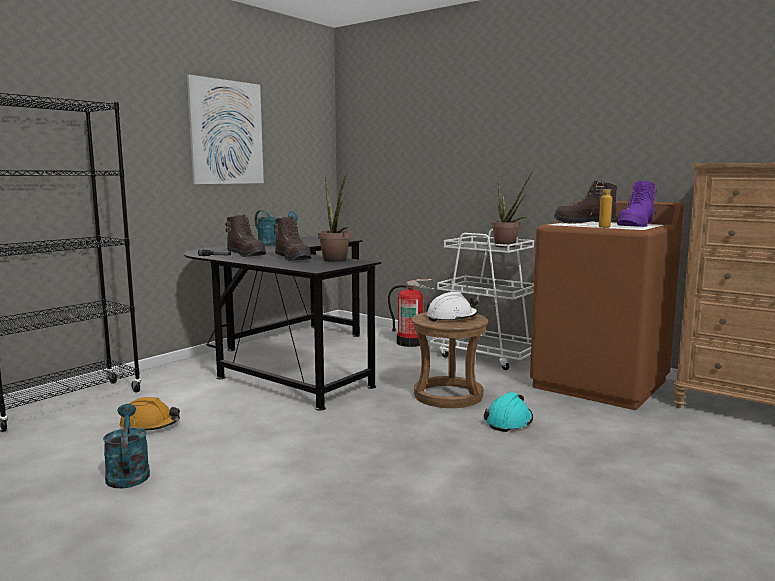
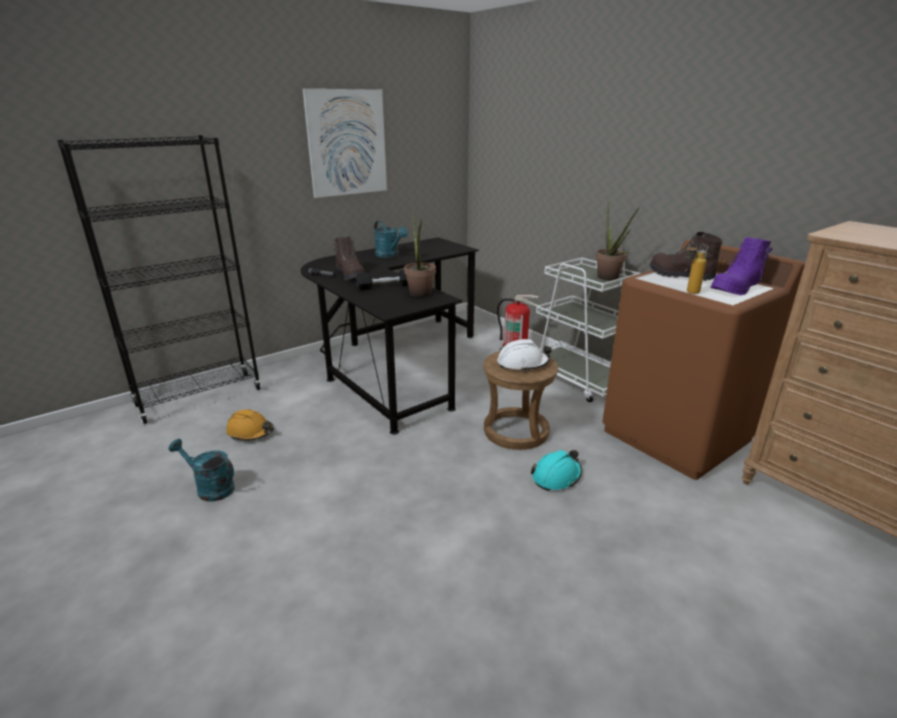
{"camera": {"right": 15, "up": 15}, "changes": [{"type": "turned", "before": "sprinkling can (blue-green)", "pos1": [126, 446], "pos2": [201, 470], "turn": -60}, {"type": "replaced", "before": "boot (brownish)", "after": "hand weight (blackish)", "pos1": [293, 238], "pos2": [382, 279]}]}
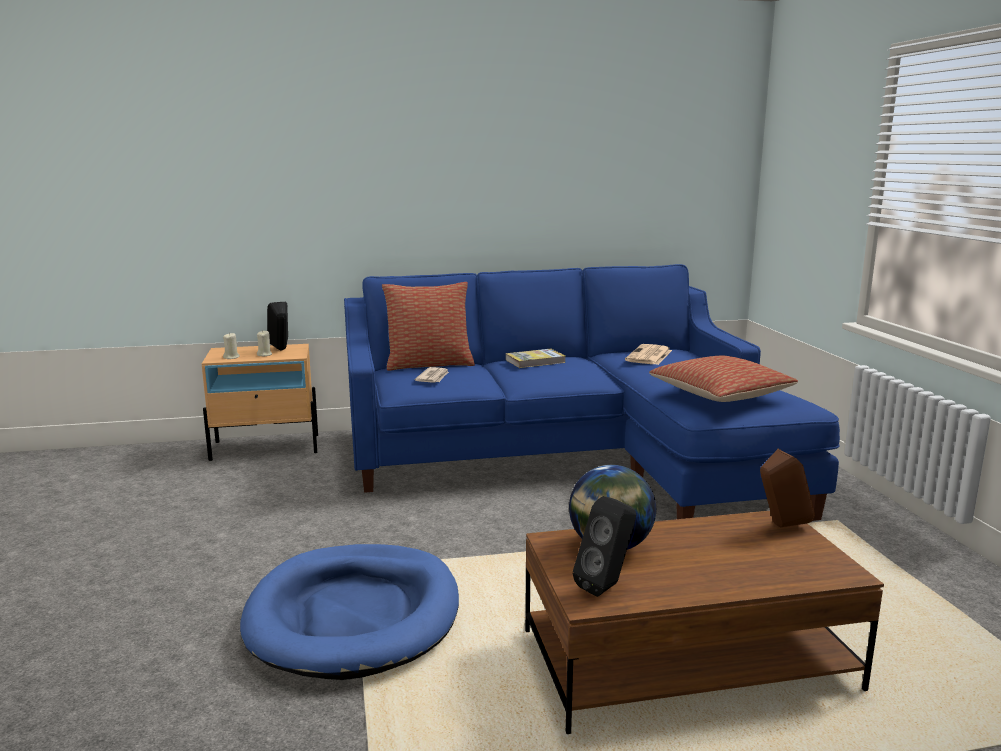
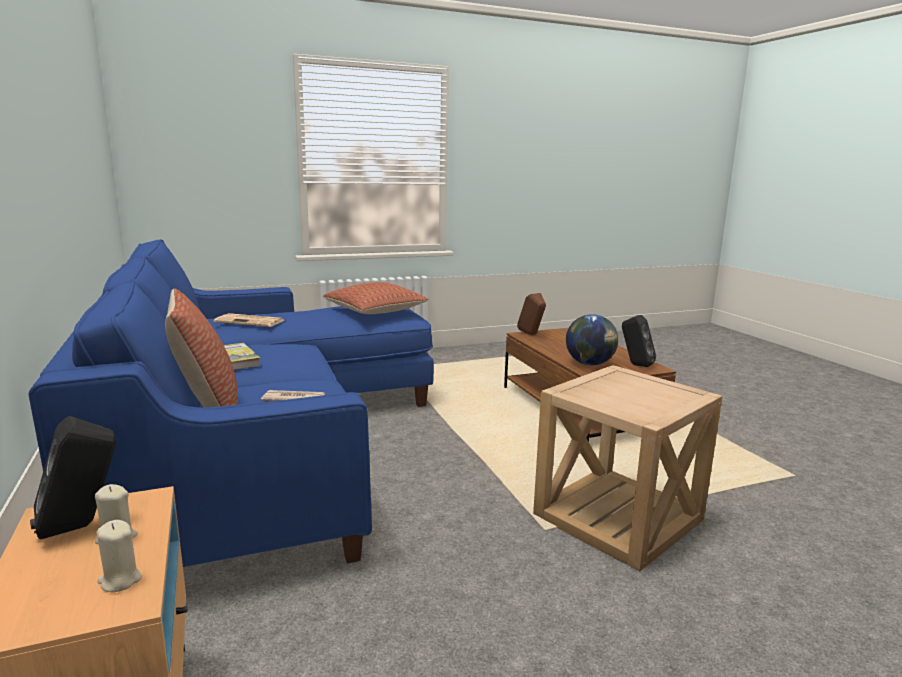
{"camera": {"right": -100, "up": 0}, "changes": [{"type": "replaced", "before": "dog cushion (bluish)", "after": "accent table (beige-coloured)", "pos1": [349, 612], "pos2": [627, 468]}]}
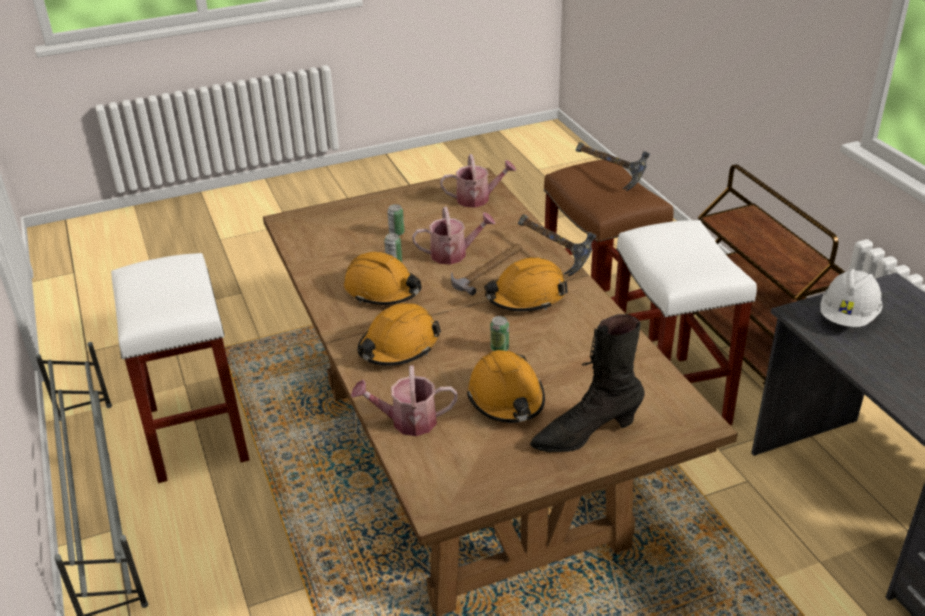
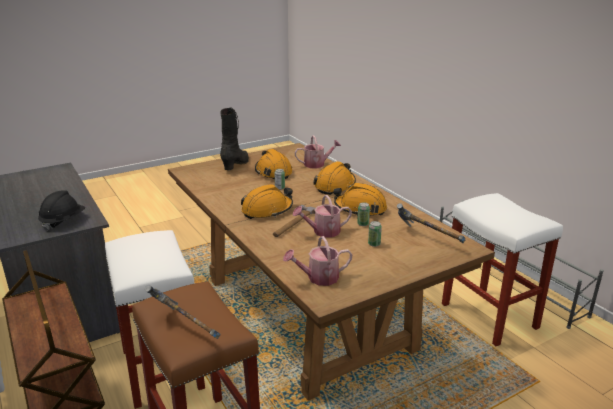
{"camera": {"right": 170, "up": -10}, "changes": [{"type": "moved", "before": "tool hammer", "pos1": [557, 245], "pos2": [431, 223]}, {"type": "turned", "before": "boot (blackish)", "pos1": [587, 383], "pos2": [234, 138], "turn": -45}, {"type": "recoloured", "before": "work helmet (white)", "after": "work helmet (blackish)", "pos1": [851, 298], "pos2": [61, 210]}]}
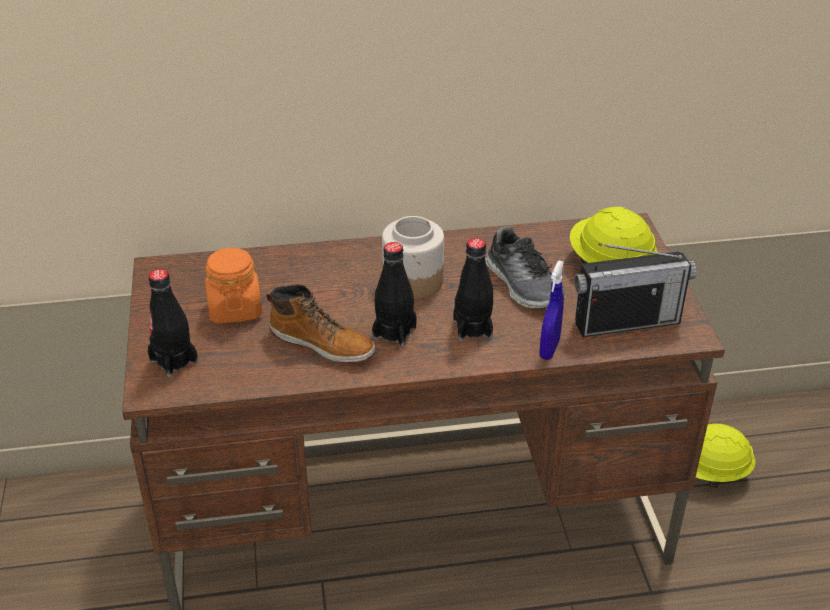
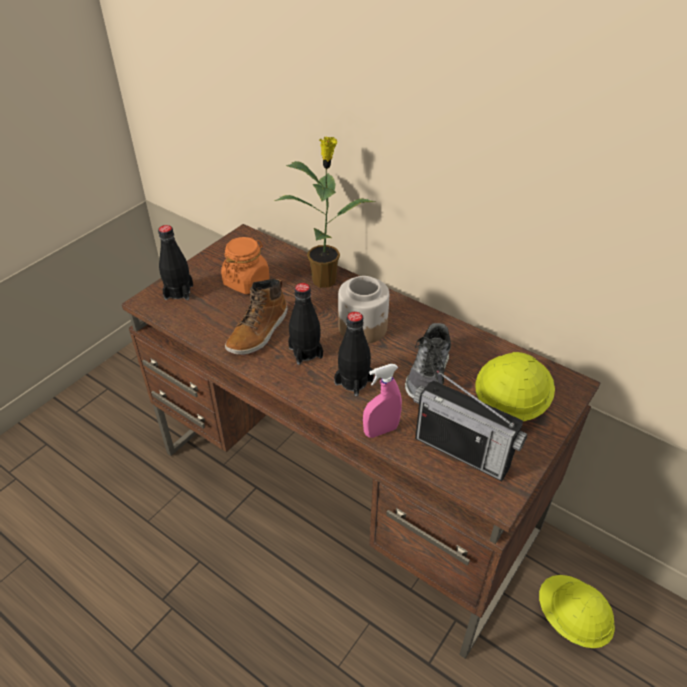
{"camera": {"right": 45, "up": 5}, "changes": [{"type": "turned", "before": "boot", "pos1": [320, 323], "pos2": [256, 317], "turn": 45}, {"type": "recoloured", "before": "hand sprayer (bluish)", "after": "hand sprayer (pinkish)", "pos1": [551, 310], "pos2": [382, 401]}, {"type": "added", "after": "potted plant", "pos2": [325, 212]}]}
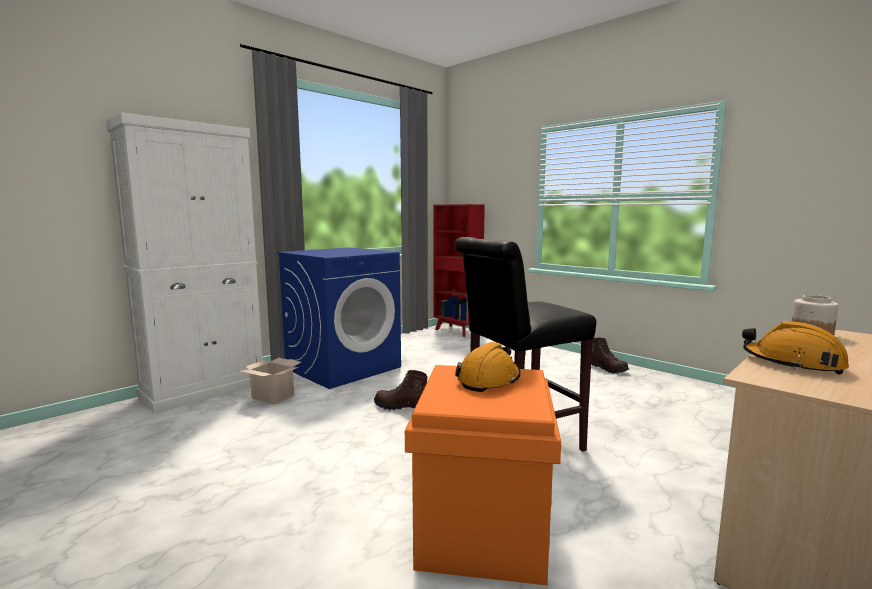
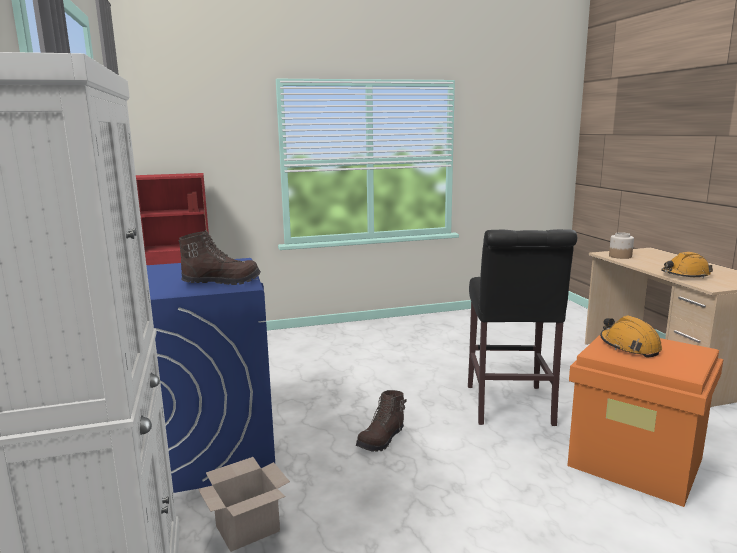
{"camera": {"right": -60, "up": 5}, "changes": [{"type": "moved", "before": "boot (brownish)", "pos1": [610, 356], "pos2": [219, 257]}]}
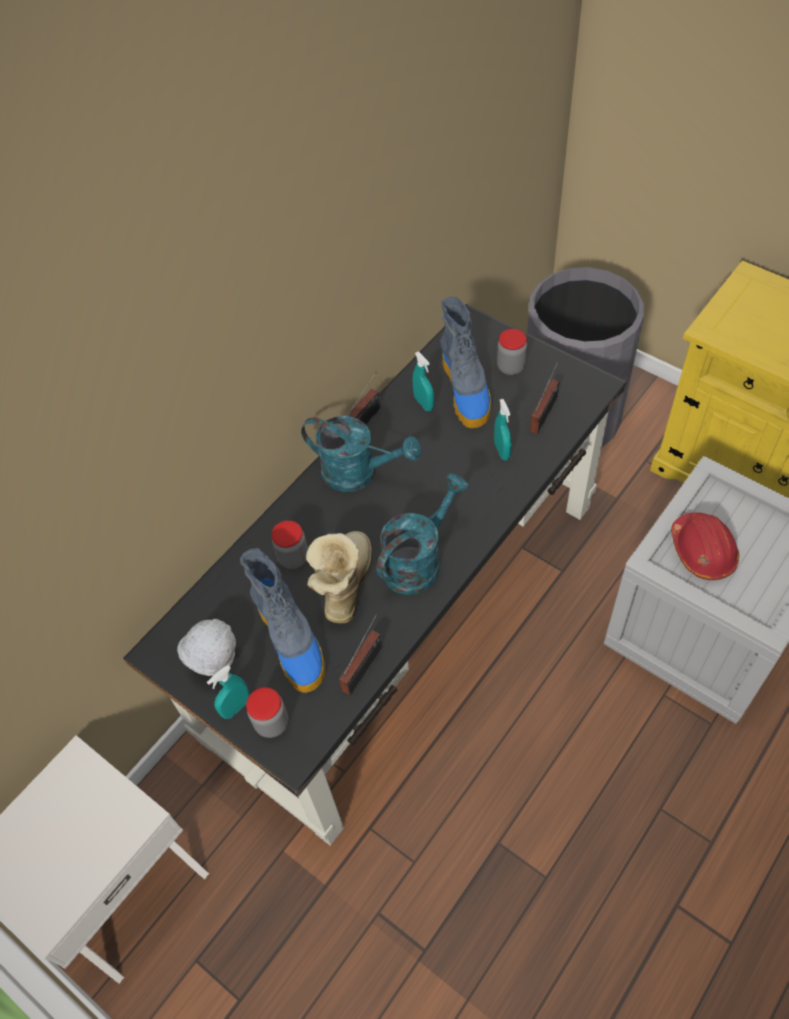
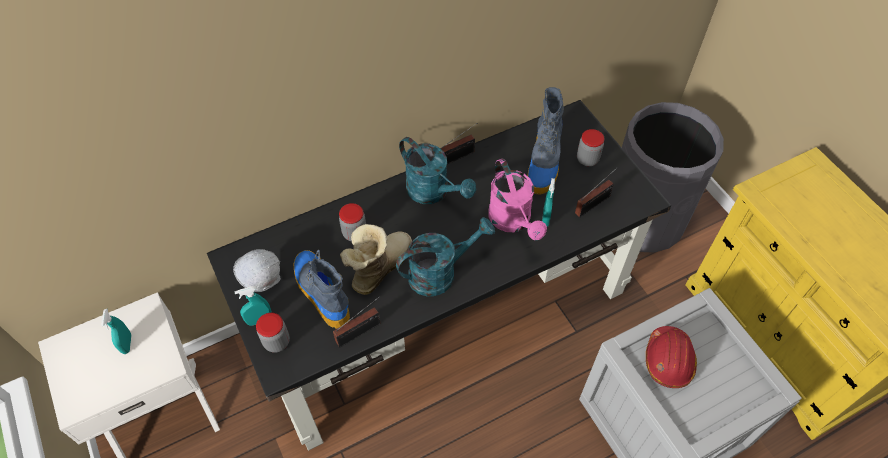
{"camera": {"right": 20, "up": 0}, "changes": [{"type": "turned", "before": "boot", "pos1": [282, 620], "pos2": [321, 289], "turn": 150}, {"type": "moved", "before": "hand sprayer (blue-green)", "pos1": [423, 381], "pos2": [116, 331]}, {"type": "added", "after": "sprinkling can (pinkish)", "pos2": [518, 199]}]}
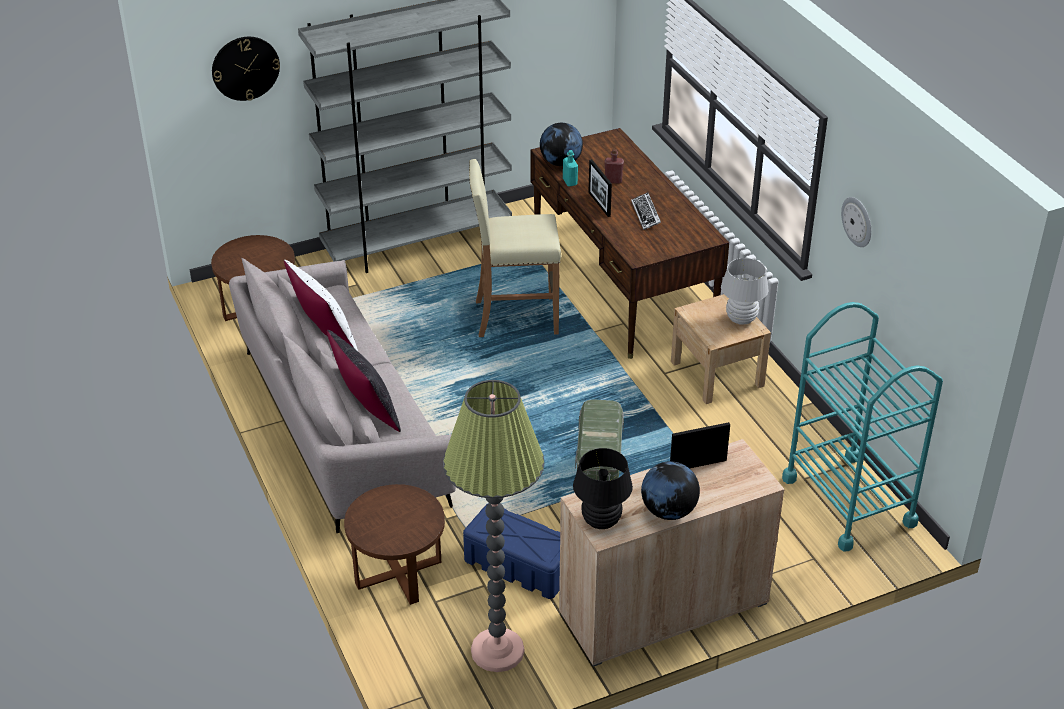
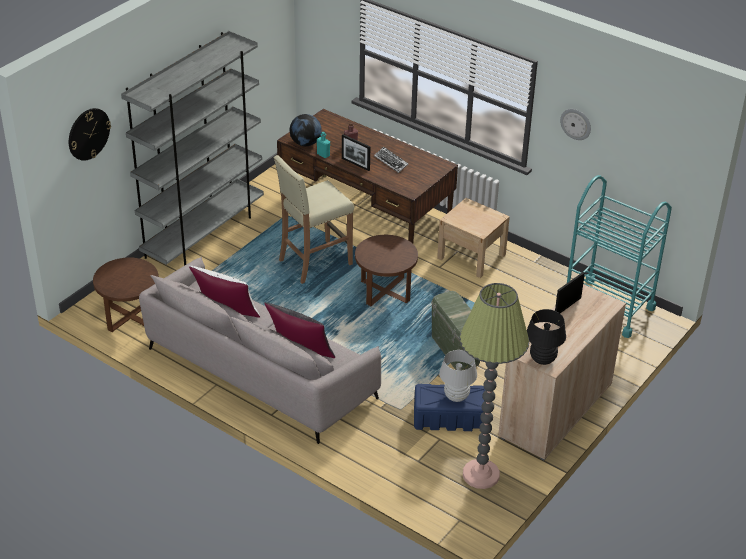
{"camera": {"right": -30, "up": 0}, "changes": [{"type": "moved", "before": "accent table (brownish)", "pos1": [394, 544], "pos2": [386, 270]}, {"type": "removed", "before": "desk globe", "pos1": [670, 490]}, {"type": "moved", "before": "tabletop lamp (white)", "pos1": [745, 291], "pos2": [458, 376]}]}
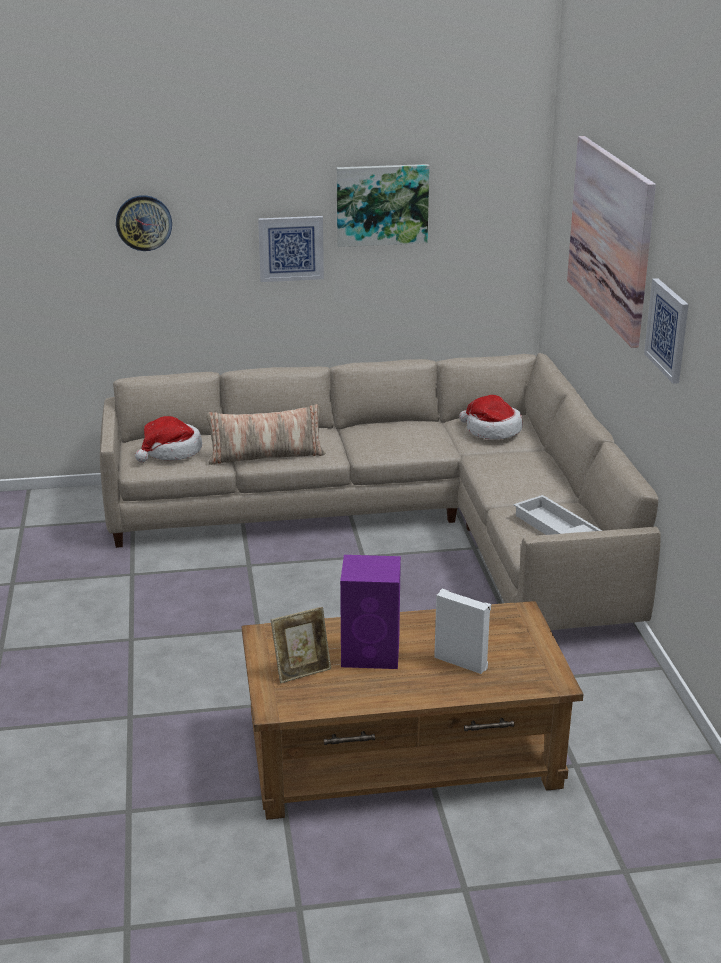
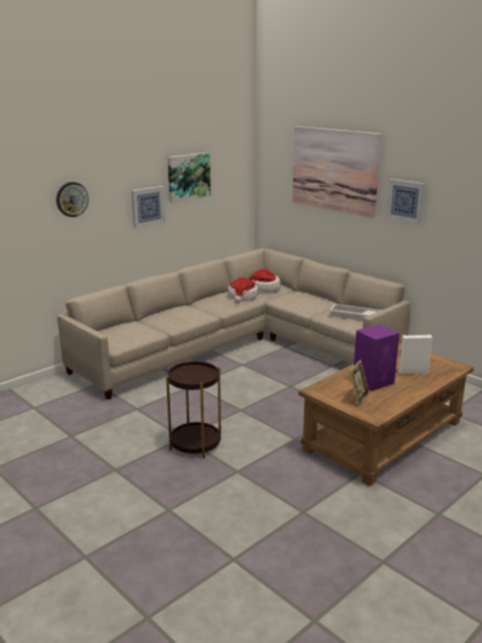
{"camera": {"right": -35, "up": -5}, "changes": [{"type": "moved", "before": "clothing hat", "pos1": [168, 439], "pos2": [243, 290]}, {"type": "removed", "before": "throw pillow", "pos1": [266, 434]}, {"type": "added", "after": "accent table (brownish)", "pos2": [193, 410]}]}
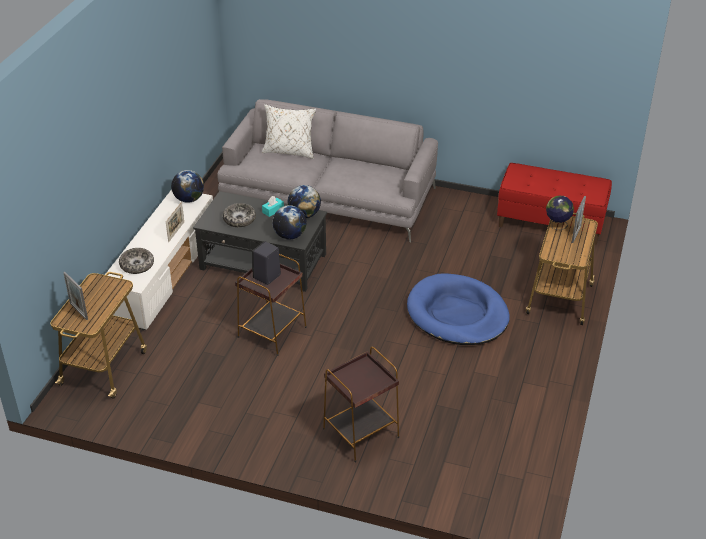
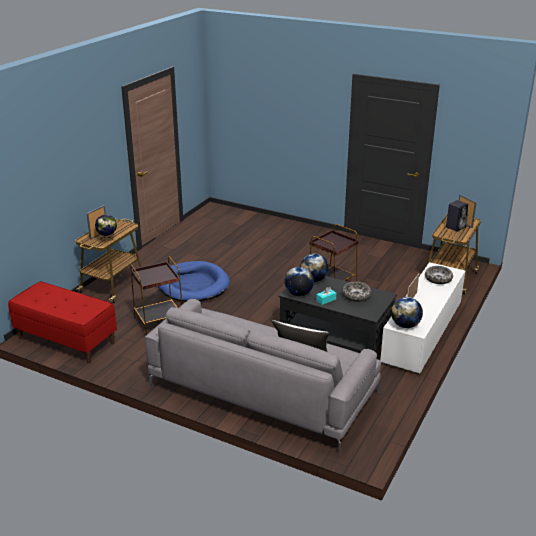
{"camera": {"right": -170, "up": -10}, "changes": [{"type": "moved", "before": "loudspeaker (blackish)", "pos1": [266, 263], "pos2": [457, 215]}, {"type": "moved", "before": "accent table (brownish)", "pos1": [361, 404], "pos2": [156, 295]}]}
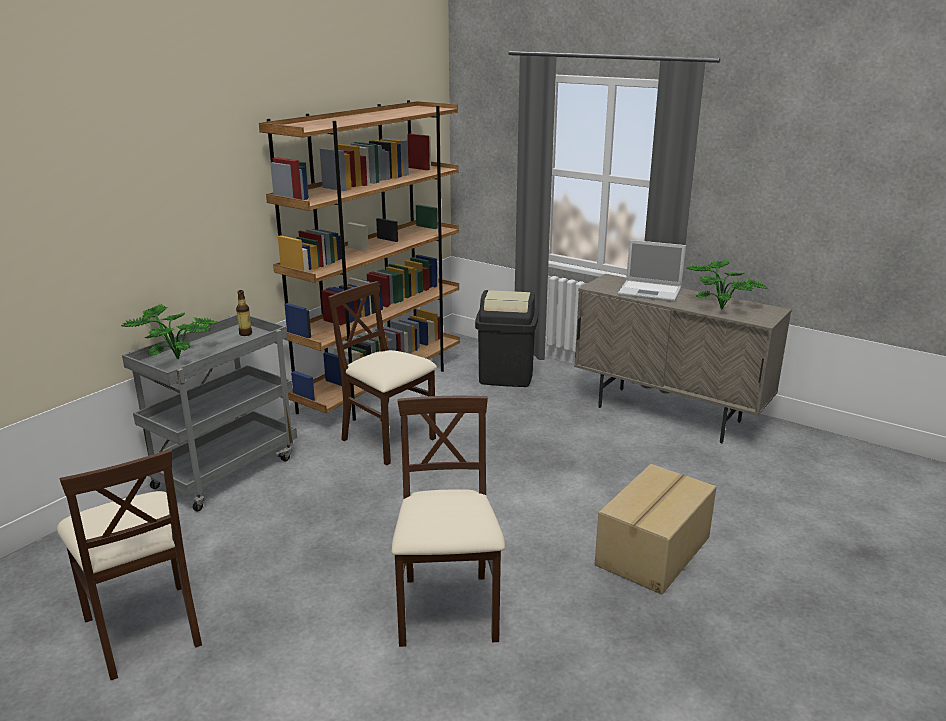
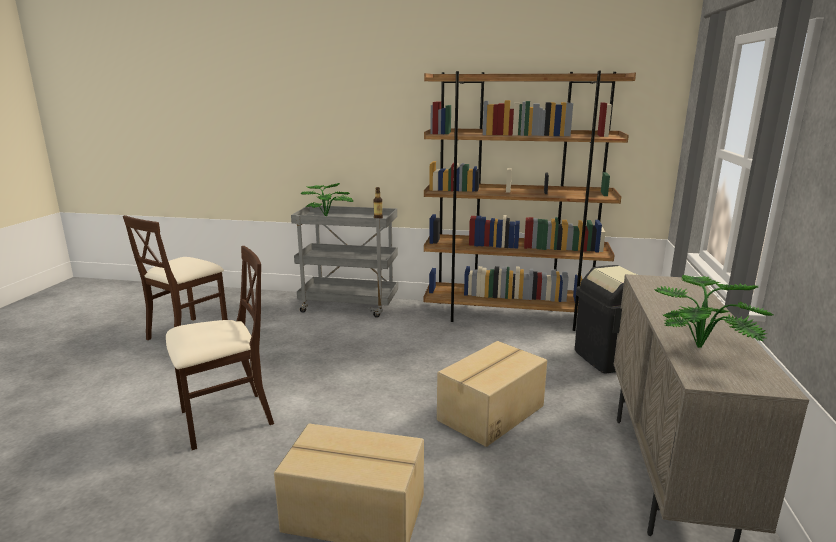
{"camera": {"right": 65, "up": -5}, "changes": [{"type": "removed", "before": "chair (beige-coloured)", "pos1": [382, 373]}, {"type": "removed", "before": "laptop", "pos1": [652, 271]}, {"type": "added", "after": "carton", "pos2": [492, 394]}]}
